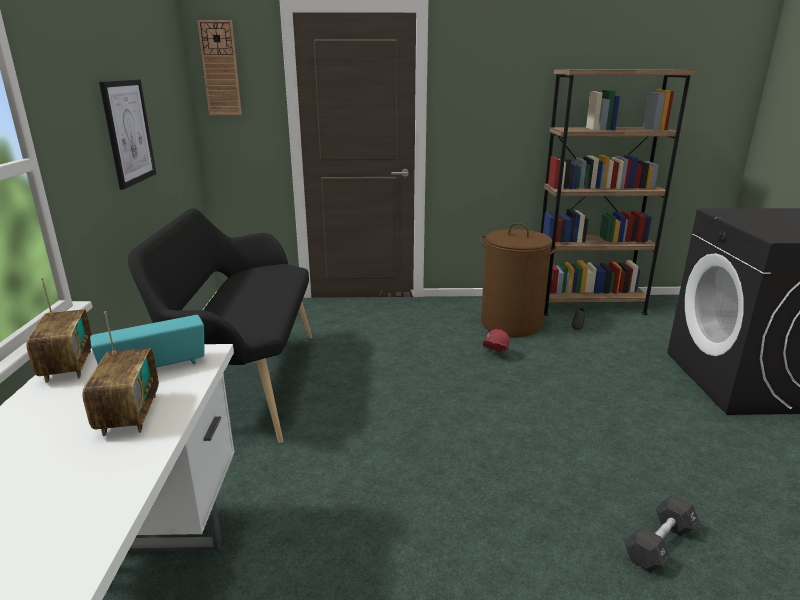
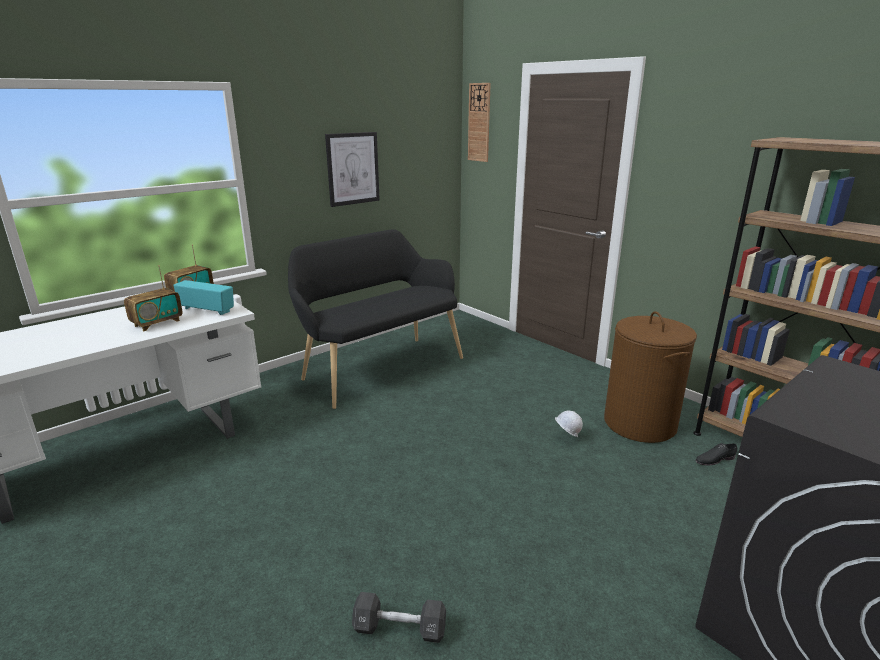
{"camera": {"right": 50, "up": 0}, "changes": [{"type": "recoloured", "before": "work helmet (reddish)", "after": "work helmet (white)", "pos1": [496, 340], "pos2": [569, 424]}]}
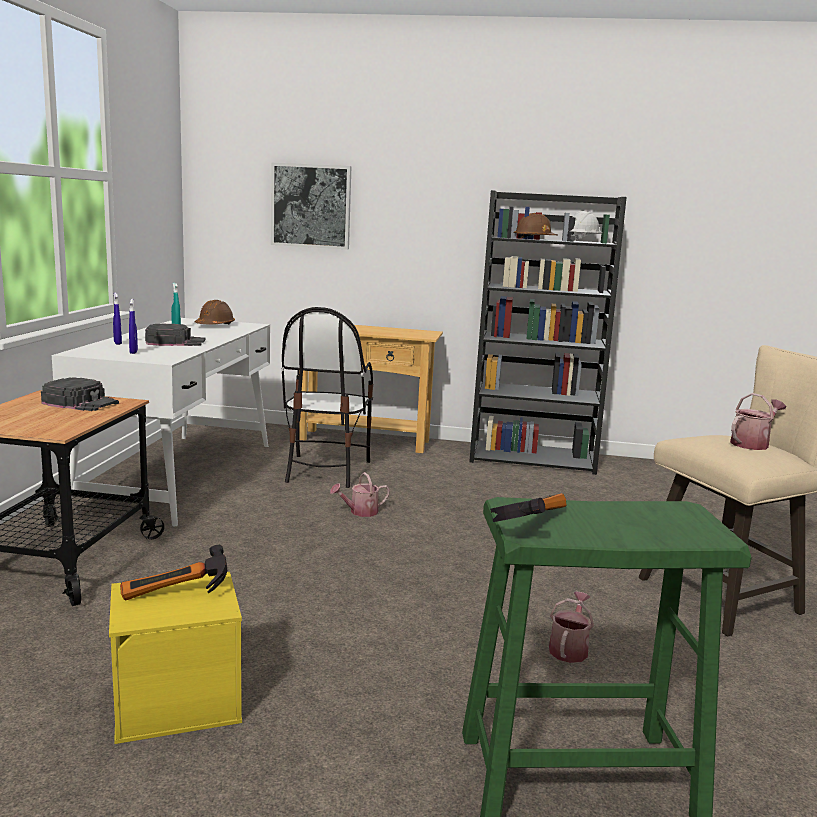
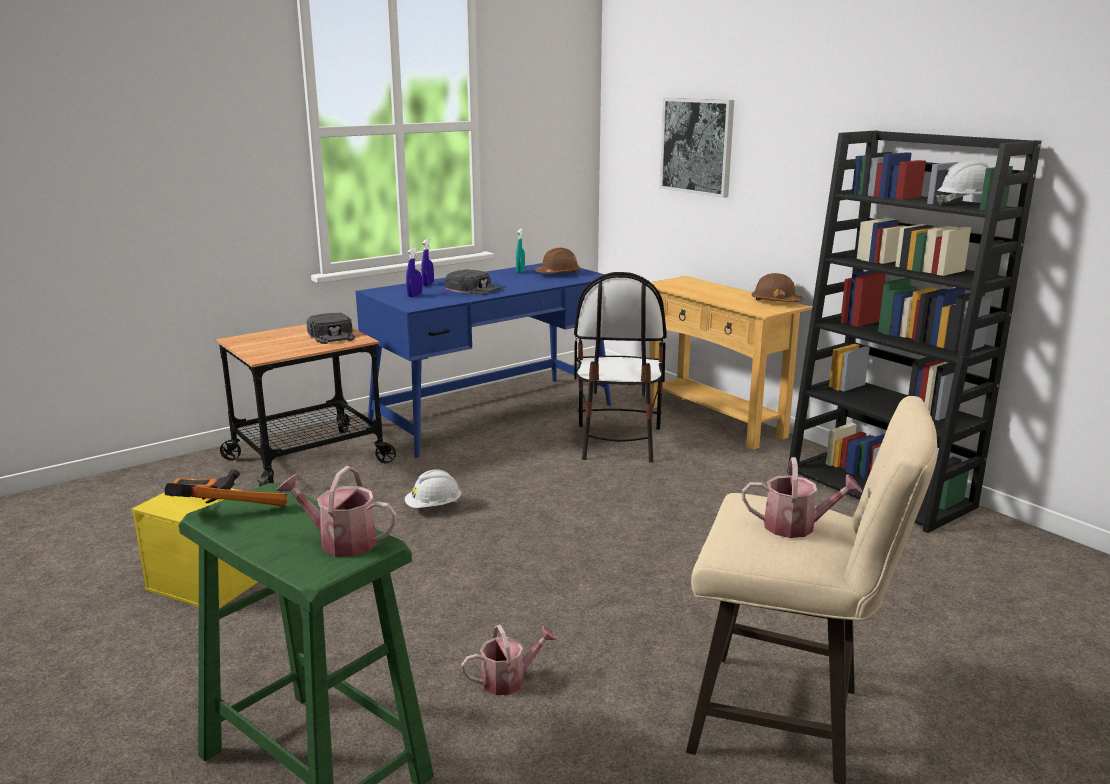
{"camera": {"right": 45, "up": 5}, "changes": [{"type": "recoloured", "before": "desk table (white)", "after": "desk table (bluish)", "pos1": [161, 422], "pos2": [484, 360]}, {"type": "turned", "before": "chair", "pos1": [327, 397], "pos2": [620, 367], "turn": -45}, {"type": "moved", "before": "sprinkling can", "pos1": [360, 494], "pos2": [337, 511]}, {"type": "moved", "before": "work helmet (brownish)", "pos1": [536, 225], "pos2": [778, 287]}, {"type": "added", "after": "work helmet (white)", "pos2": [433, 488]}]}
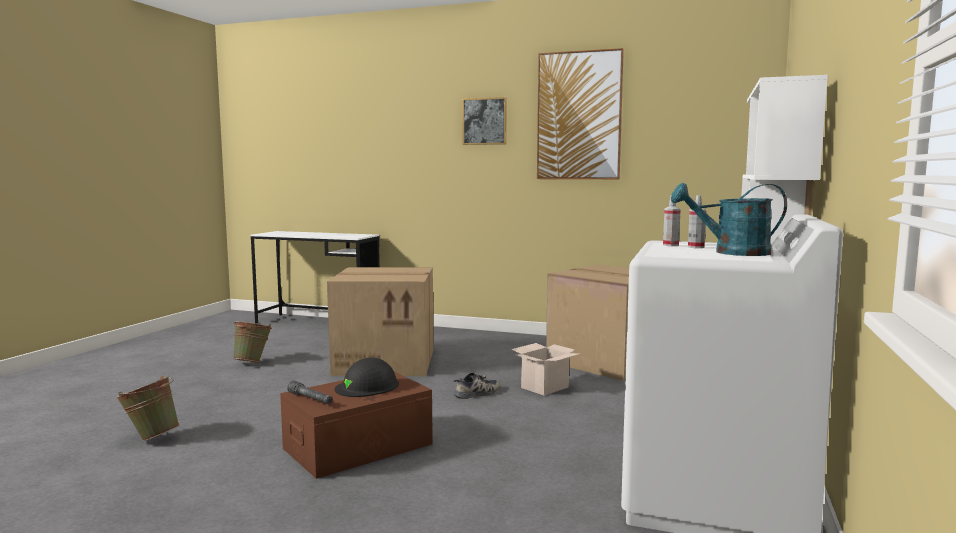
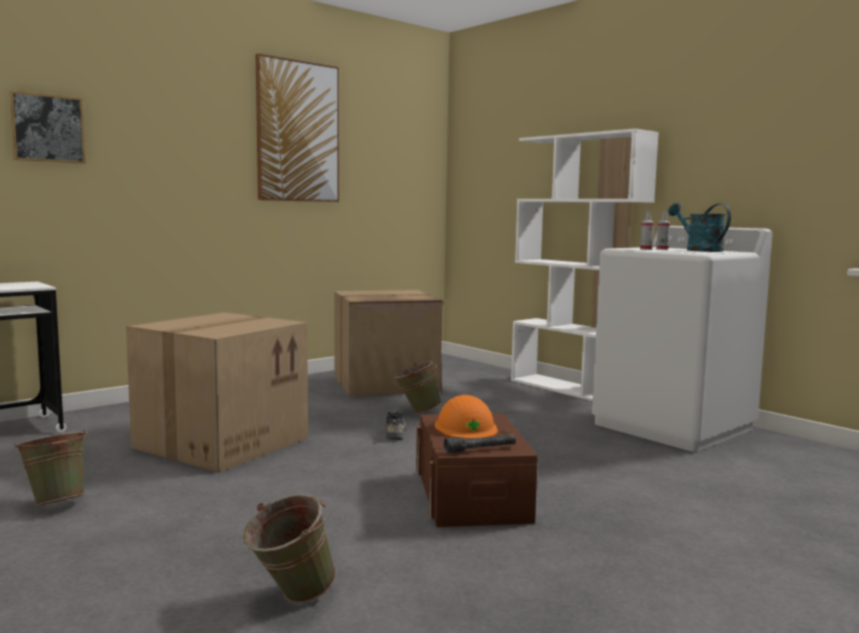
{"camera": {"right": -60, "up": 0}, "changes": [{"type": "recoloured", "before": "work helmet (blackish)", "after": "work helmet (orange-coloured)", "pos1": [367, 377], "pos2": [466, 417]}, {"type": "moved", "before": "wall picture", "pos1": [484, 121], "pos2": [47, 127]}, {"type": "replaced", "before": "carton", "after": "pail (green)", "pos1": [545, 369], "pos2": [418, 387]}, {"type": "turned", "before": "sprinkling can (blue-green)", "pos1": [729, 219], "pos2": [699, 227], "turn": 120}]}
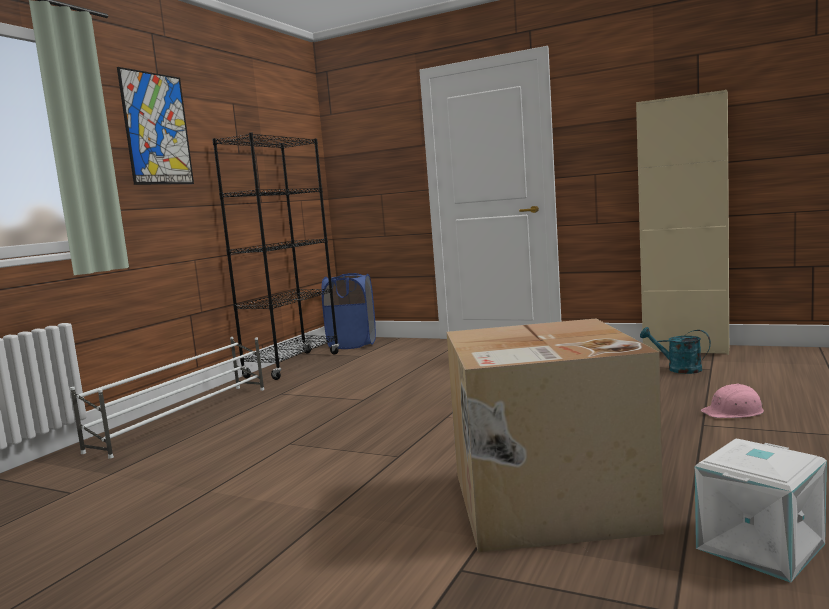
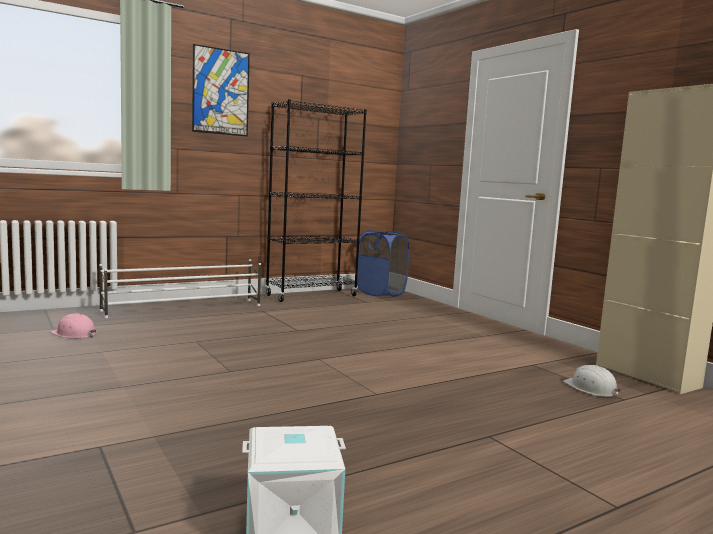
{"camera": {"right": 30, "up": 0}, "changes": [{"type": "removed", "before": "carton", "pos1": [555, 436]}, {"type": "replaced", "before": "sprinkling can (blue-green)", "after": "work helmet (white)", "pos1": [675, 350], "pos2": [592, 381]}, {"type": "moved", "before": "work helmet (pinkish)", "pos1": [732, 400], "pos2": [74, 326]}]}
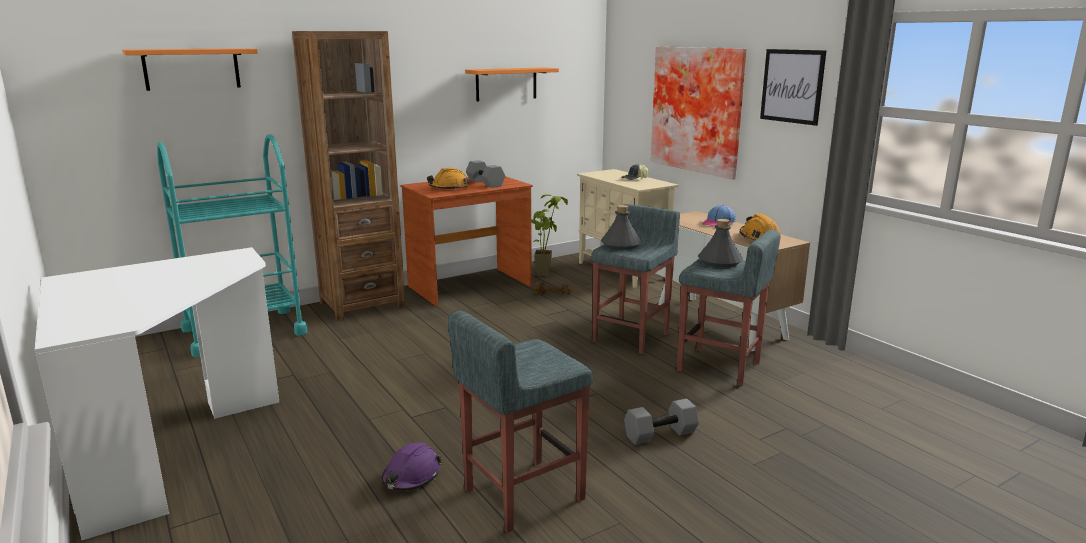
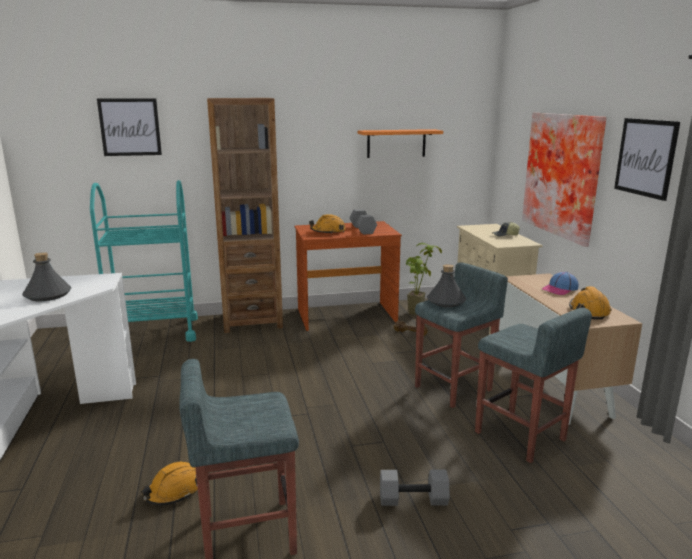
{"camera": {"right": 20, "up": 0}, "changes": [{"type": "replaced", "before": "bracket shelf (orange-coloured)", "after": "wall picture", "pos1": [190, 69], "pos2": [129, 127]}, {"type": "recoloured", "before": "work helmet (purplish)", "after": "work helmet (orange-coloured)", "pos1": [411, 466], "pos2": [169, 483]}, {"type": "moved", "before": "drink bottle (grey)", "pos1": [720, 243], "pos2": [47, 276]}]}
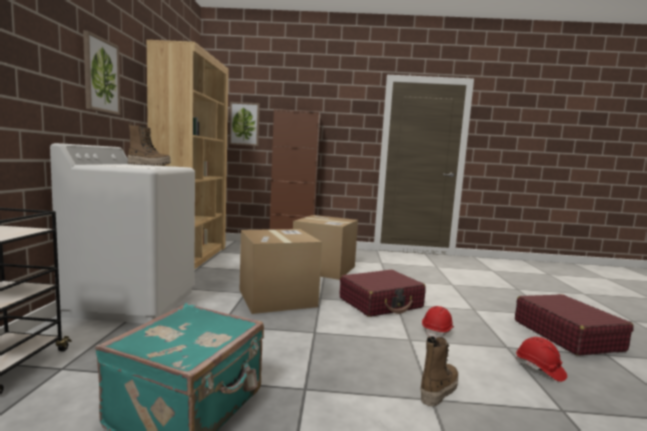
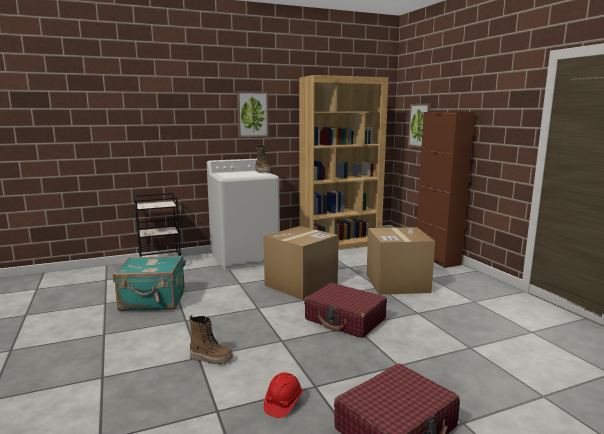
{"camera": {"right": 65, "up": 5}, "changes": [{"type": "removed", "before": "work helmet (reddish)", "pos1": [438, 322]}]}
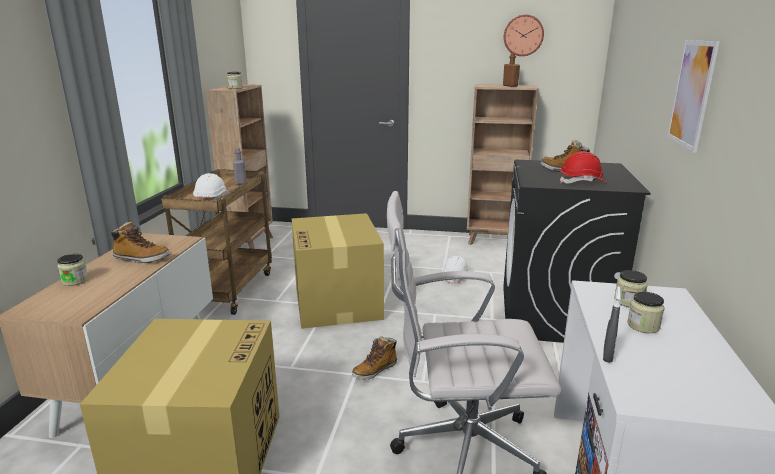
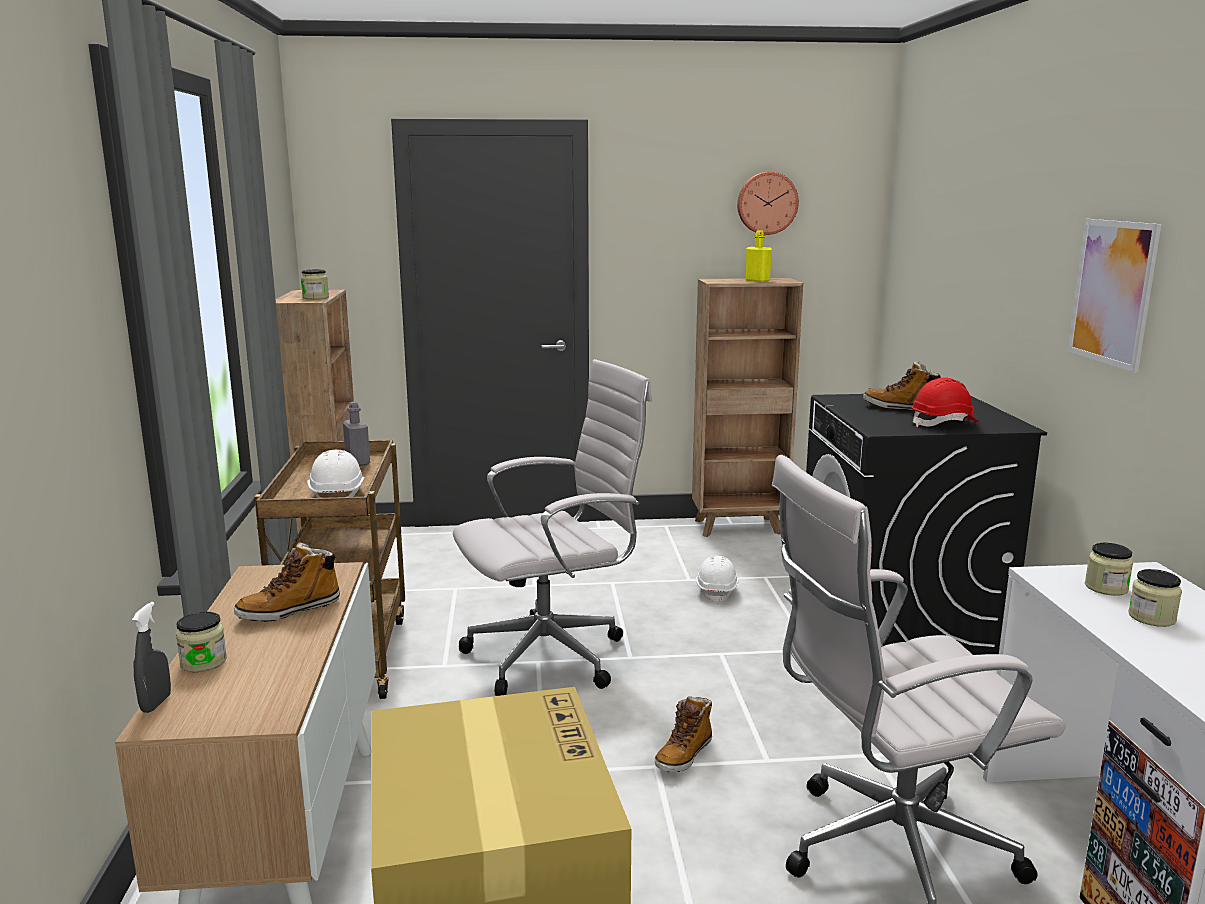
{"camera": {"right": -15, "up": -5}, "changes": [{"type": "turned", "before": "boot", "pos1": [140, 242], "pos2": [287, 582], "turn": 150}, {"type": "replaced", "before": "carton", "after": "desk chair (white)", "pos1": [338, 271], "pos2": [552, 527]}, {"type": "recoloured", "before": "drink bottle (brownish)", "after": "drink bottle (yellowish)", "pos1": [511, 70], "pos2": [759, 256]}, {"type": "moved", "before": "hand sprayer (grey)", "pos1": [612, 324], "pos2": [151, 657]}]}
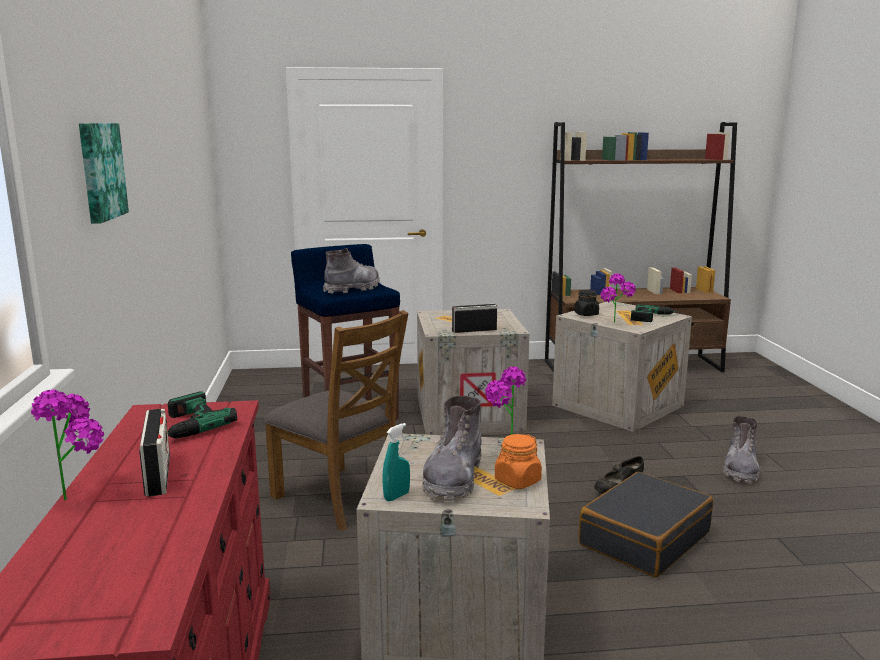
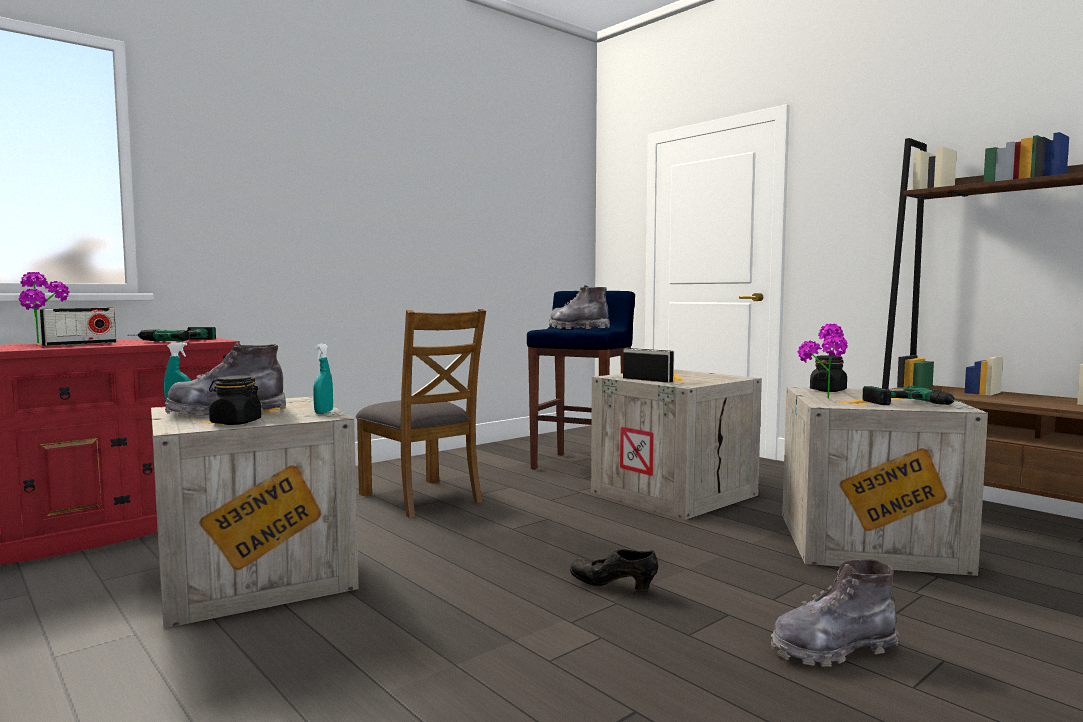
{"camera": {"right": 55, "up": -10}, "changes": [{"type": "removed", "before": "wall picture", "pos1": [104, 173]}, {"type": "turned", "before": "chair (brownish)", "pos1": [336, 420], "pos2": [421, 413], "turn": -45}, {"type": "turned", "before": "boot (grey)", "pos1": [351, 270], "pos2": [579, 307], "turn": -150}, {"type": "replaced", "before": "potted plant", "after": "hand sprayer (blue-green)", "pos1": [505, 401], "pos2": [323, 379]}, {"type": "recoloured", "before": "storage jar (orange-coloured)", "after": "storage jar (blackish)", "pos1": [518, 461], "pos2": [235, 400]}, {"type": "removed", "before": "travel case (blackish)", "pos1": [646, 524]}]}
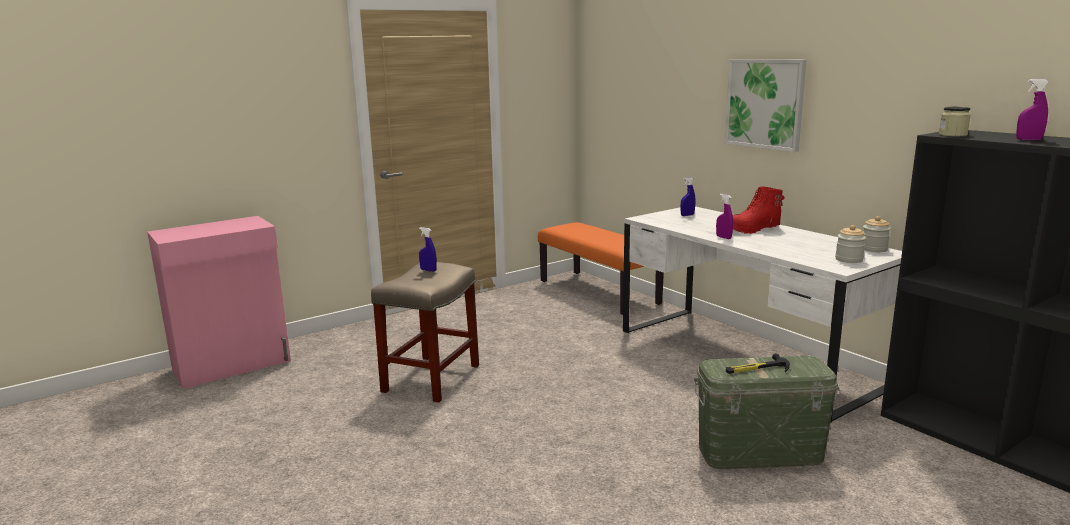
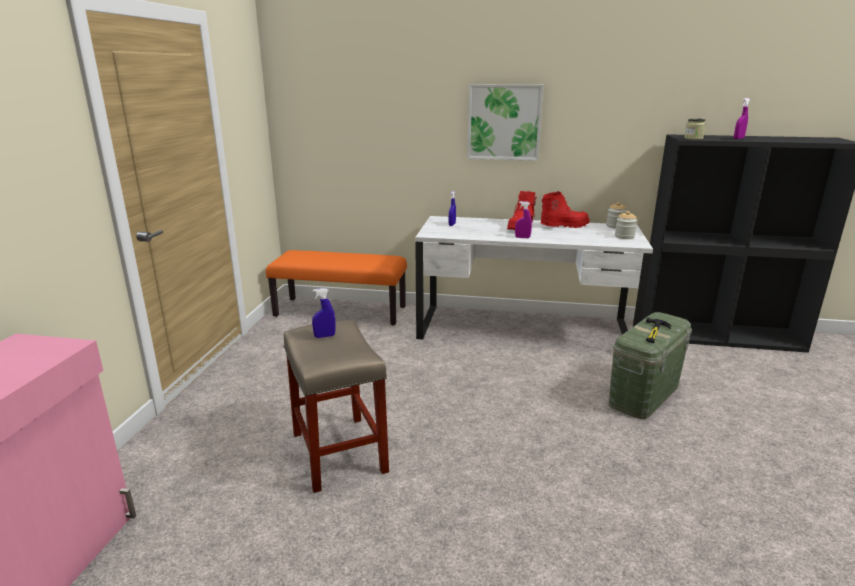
{"camera": {"right": -45, "up": 5}, "changes": [{"type": "added", "after": "boot (reddish)", "pos2": [565, 209]}]}
